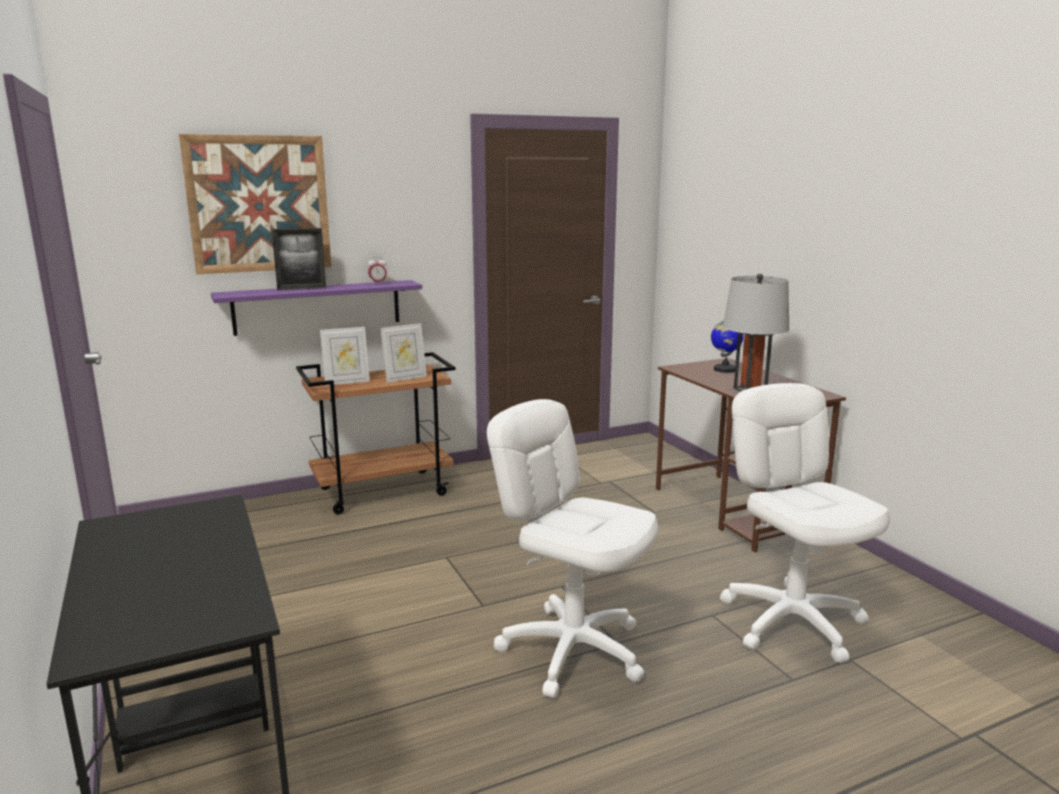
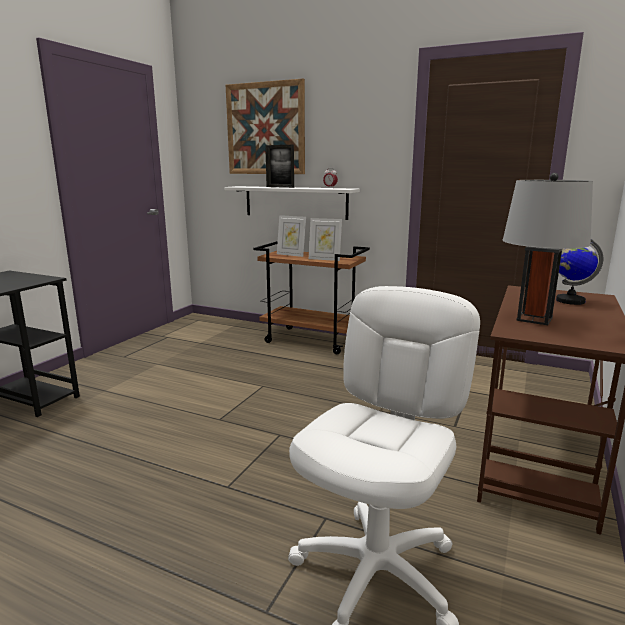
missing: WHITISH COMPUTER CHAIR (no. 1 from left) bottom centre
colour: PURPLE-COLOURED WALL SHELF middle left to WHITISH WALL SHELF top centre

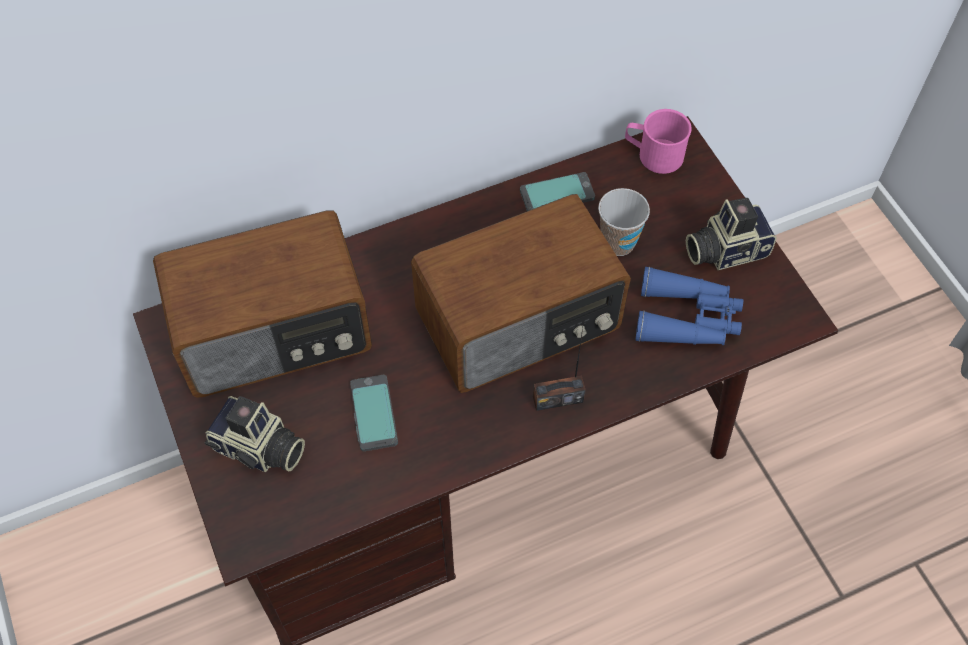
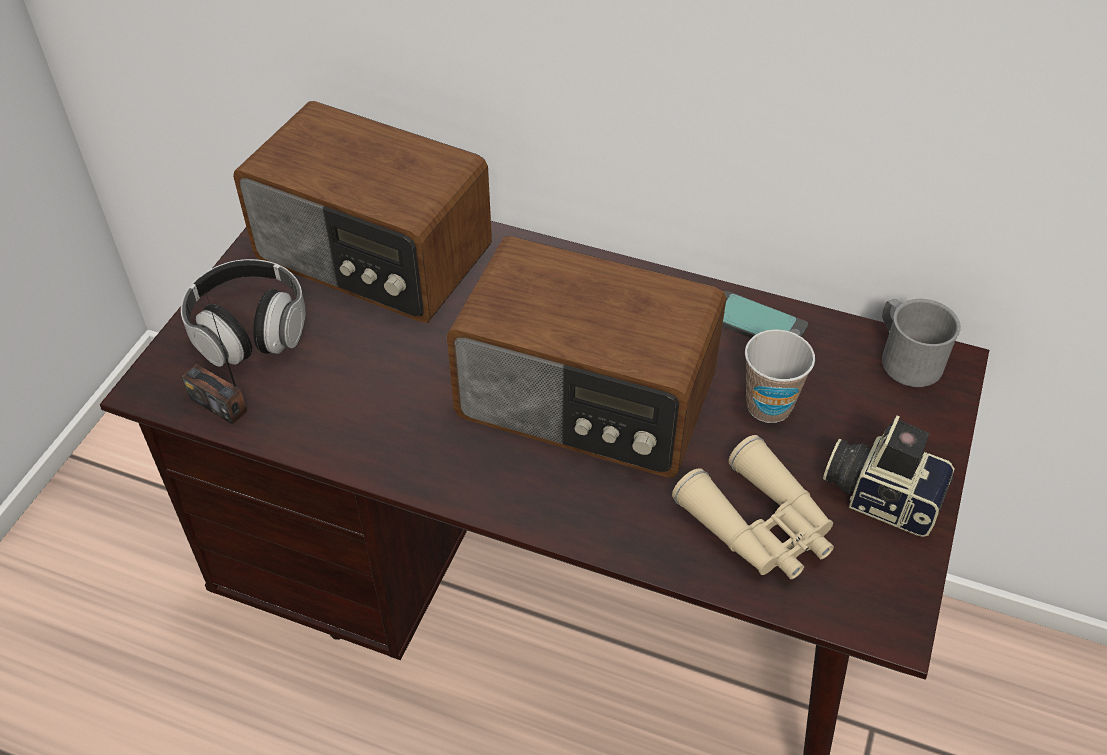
missing: PHONE (no. 1 from left) centre
relocated: RADIO SET (no. 3 from left in the first image) centre to RADIO SET (no. 1 from left) middle left
exchanged: PHOTO CAMERA (no. 1 from left) bottom left to HEADPHONES middle left
colour: PINK-COLOURED COFFEE MUG top right to GREYISH COFFEE MUG middle right; BLUE FIELD GLASSES middle right to SAND-COLOURED FIELD GLASSES bottom right

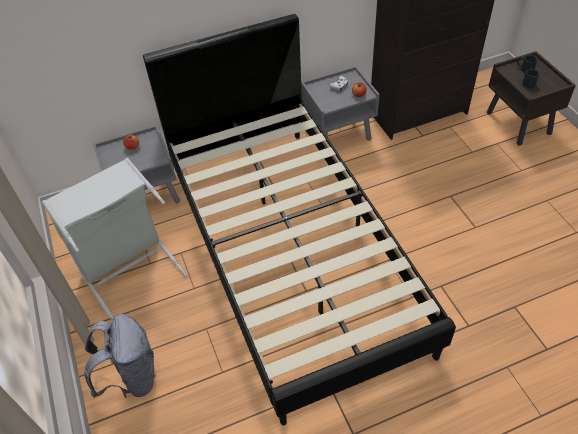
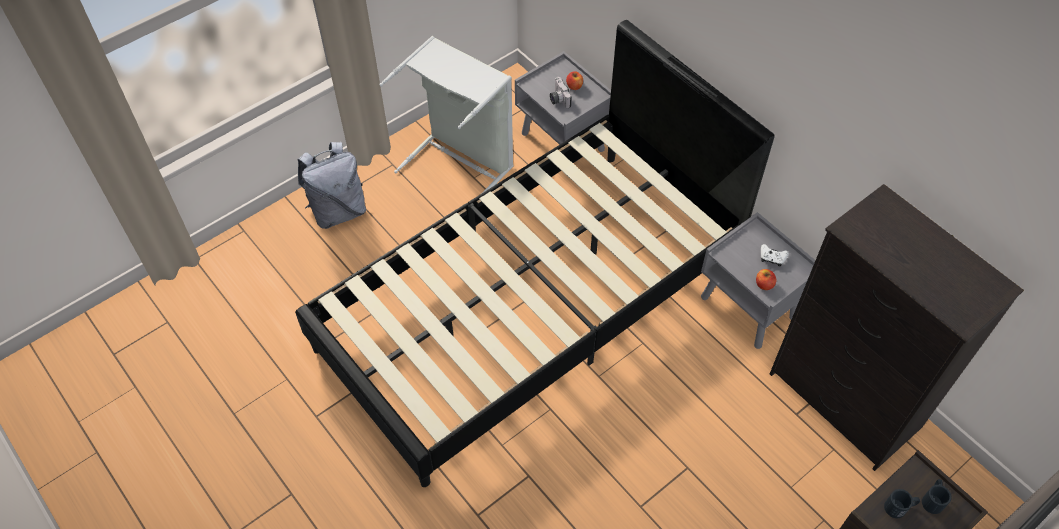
appeared: PHOTO CAMERA top centre

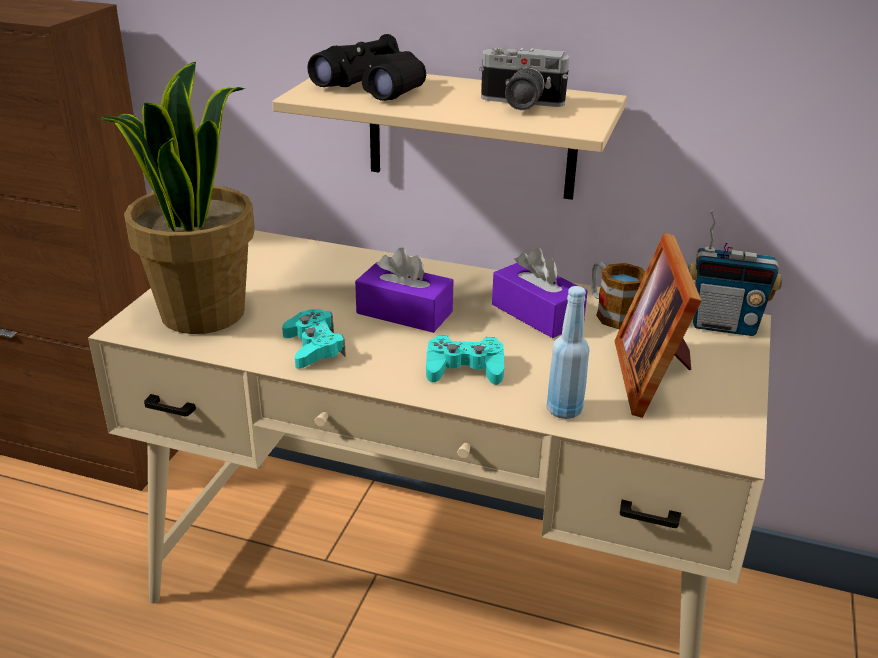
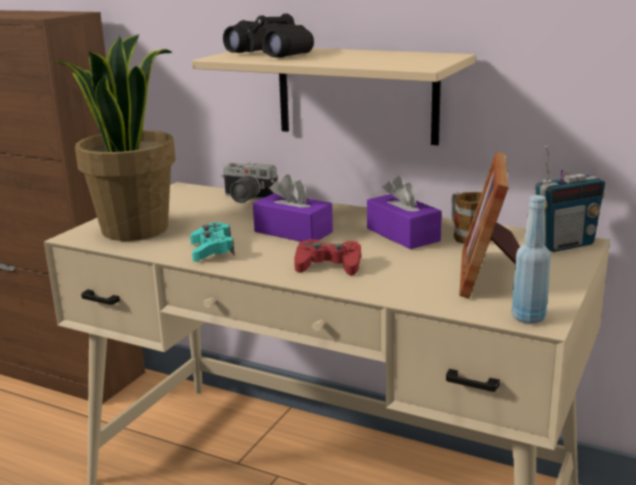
relocated: PHOTO CAMERA top centre to centre; BLUE BEVERAGE BOTTLE centre to middle right
colour: TURQUOISE JOYPAD (no. 2 from left) centre to RED JOYPAD centre
spun: RADIO SET middle right = middle right 45 degrees counterclockwise

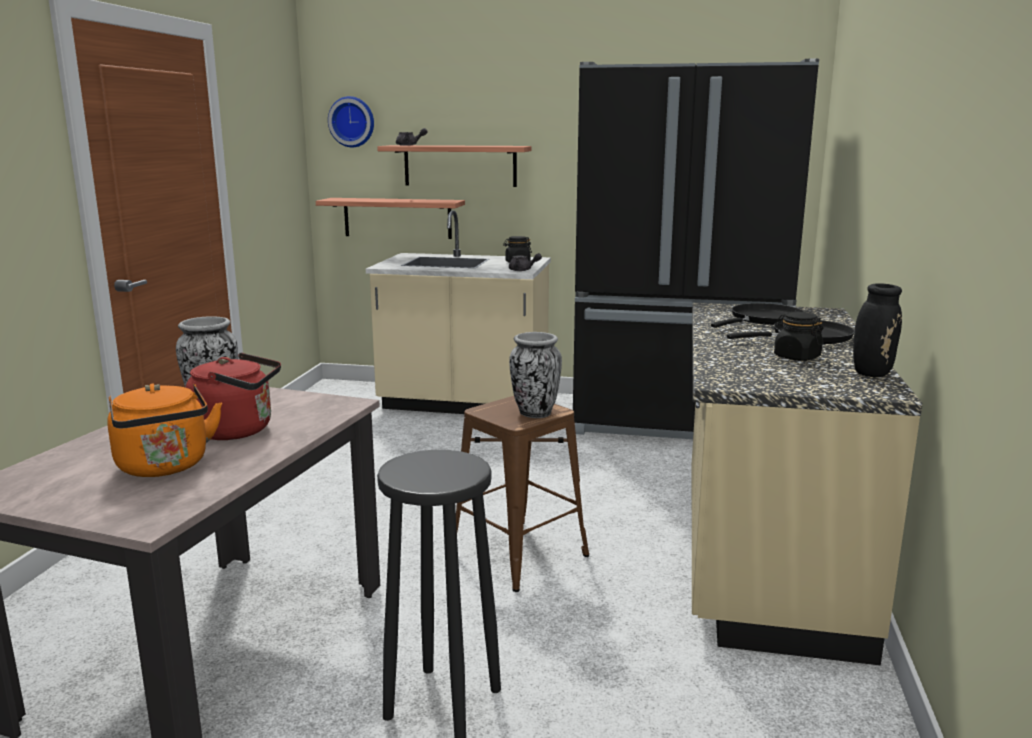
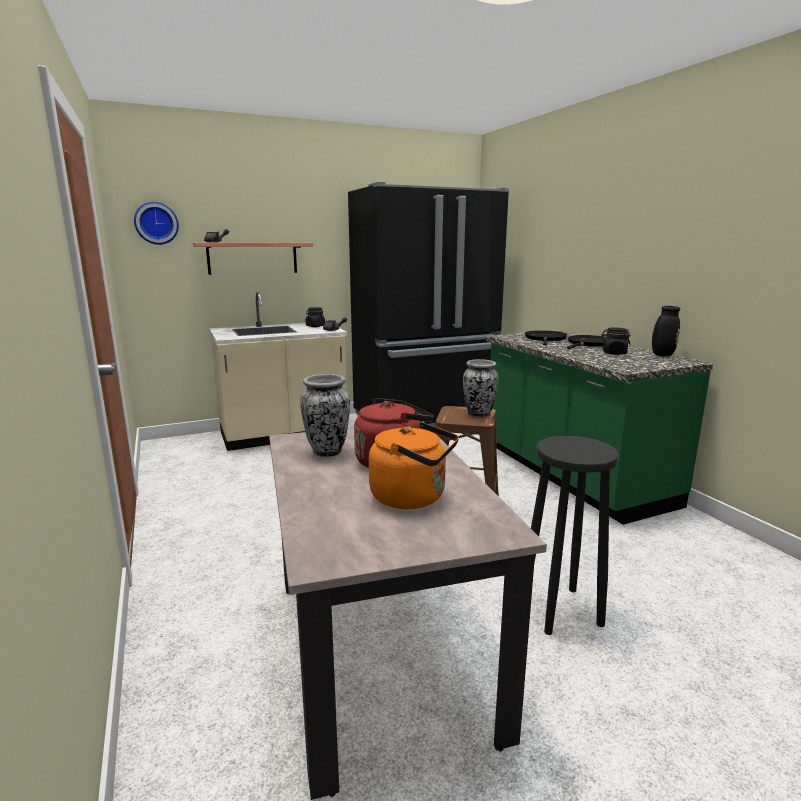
missing: WALL SHELF (no. 1 from left) top centre
colour: SAND-COLOURED COUNTER (no. 2 from left) middle right to GREENISH COUNTER middle right

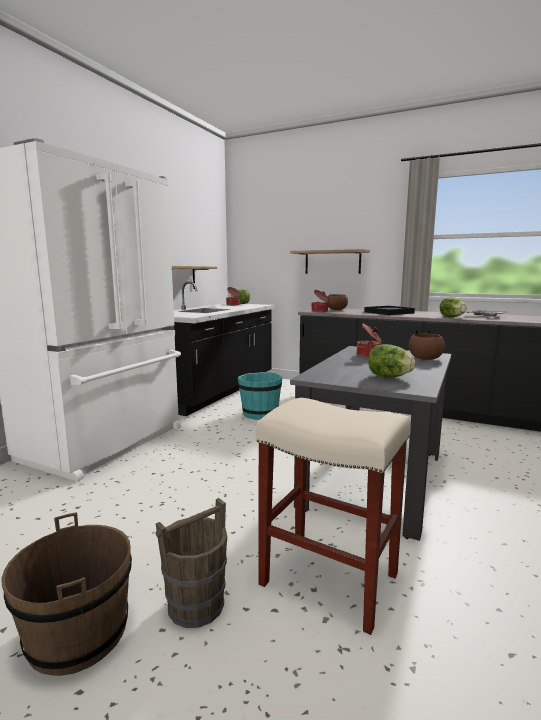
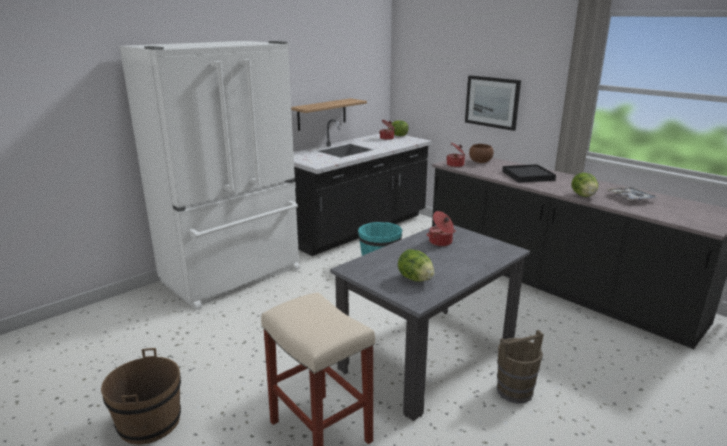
missing: BROWN-COLOURED DEEP DISH (no. 2 from left) middle right
relocated: BROWN-COLOURED PAIL (no. 2 from left) bottom centre to bottom right
exchanged: WALL SHELF (no. 2 from left) centre to WALL ART top right

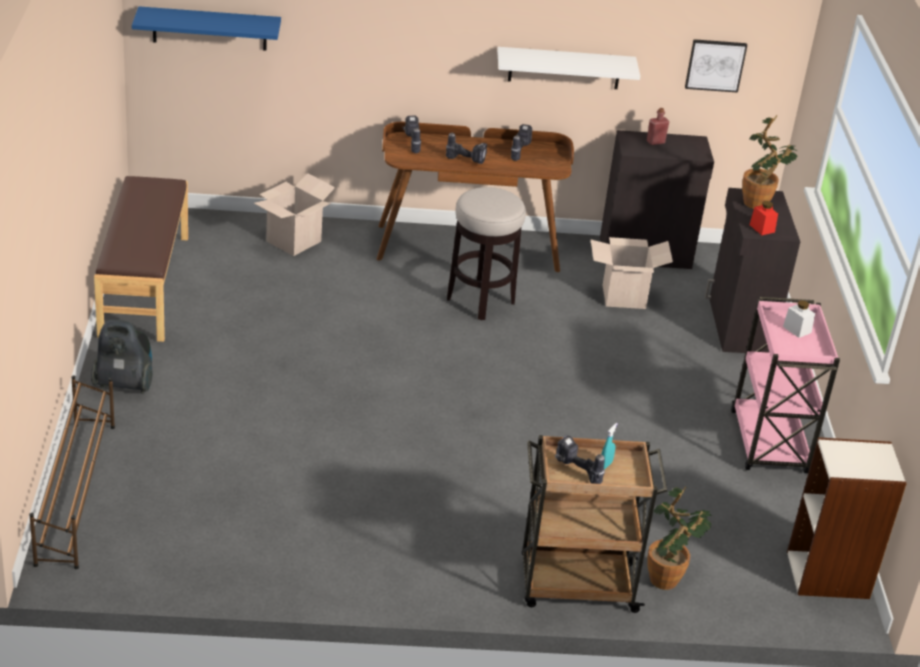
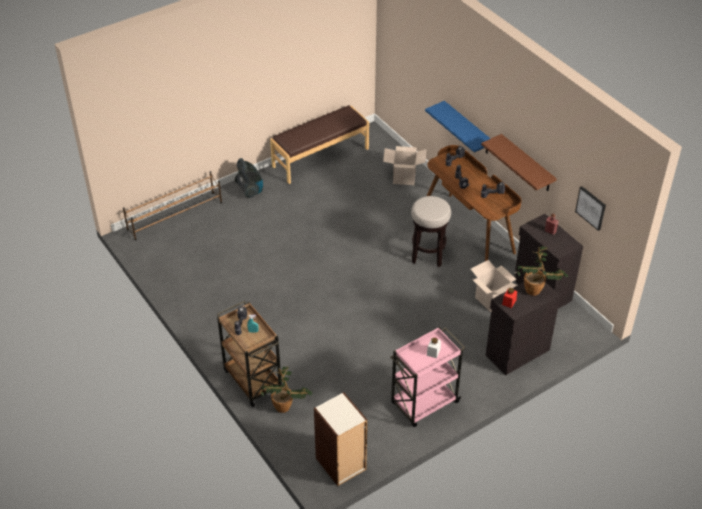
relocated: BLUE WALL SHELF top left to top centre
colour: WHITISH WALL SHELF top centre to BROWN-COLOURED WALL SHELF top right

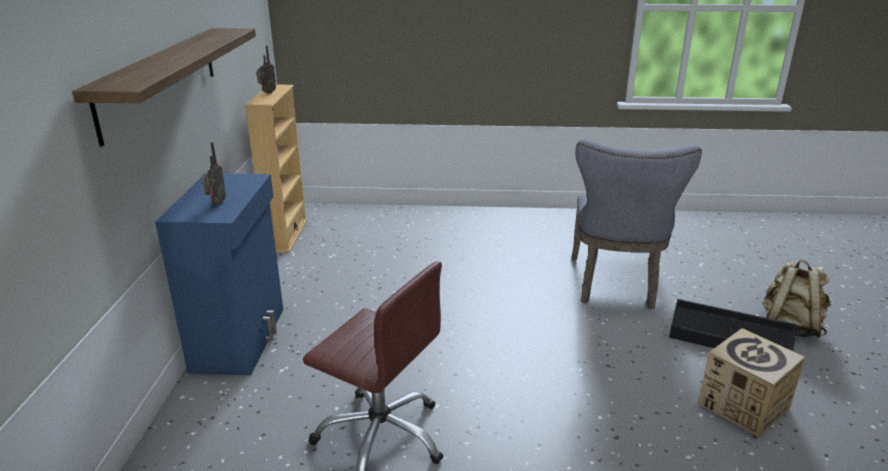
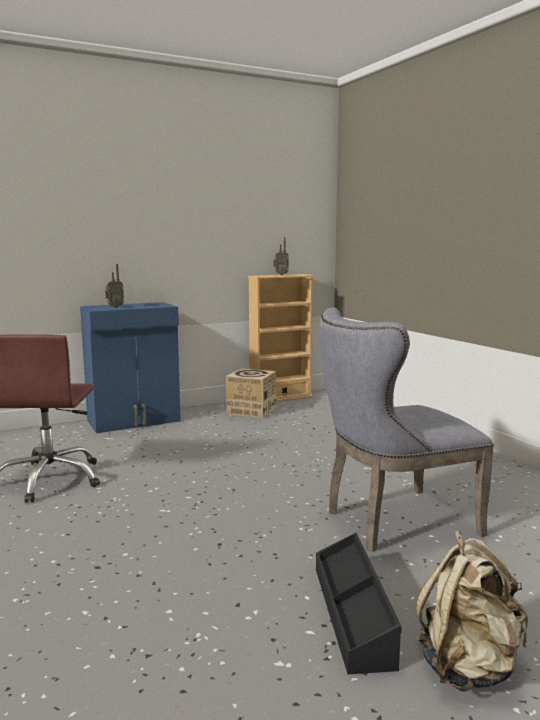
missing: WALL SHELF top left
relocated: PACKING BOX bottom right to centre

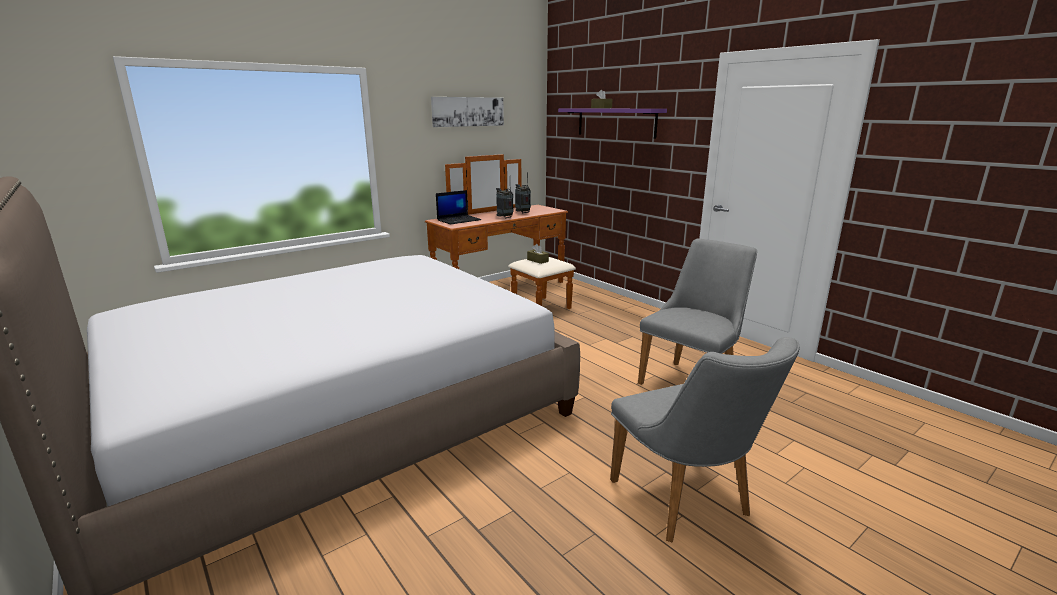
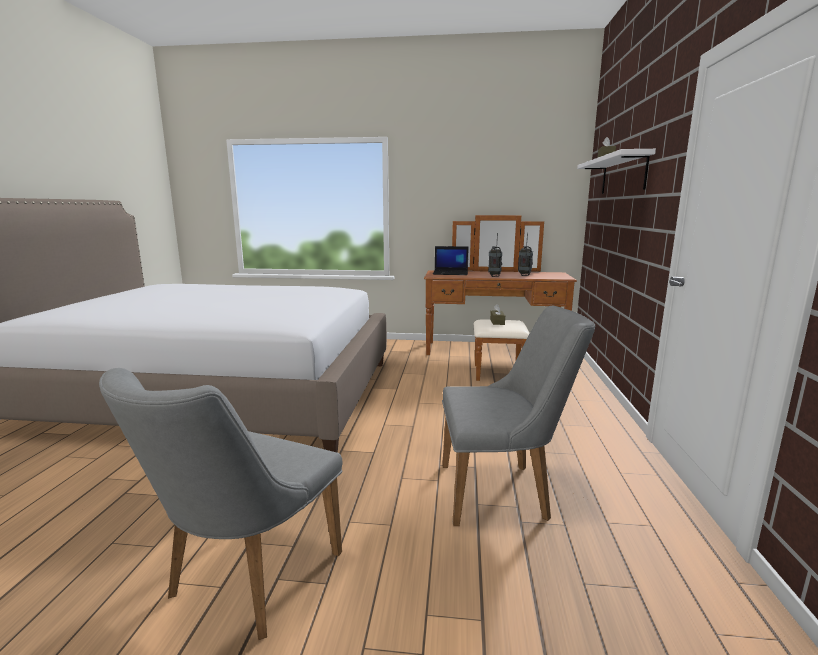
missing: WALL ART top centre
colour: PURPLE-COLOURED WALL SHELF top centre to WHITISH WALL SHELF top right

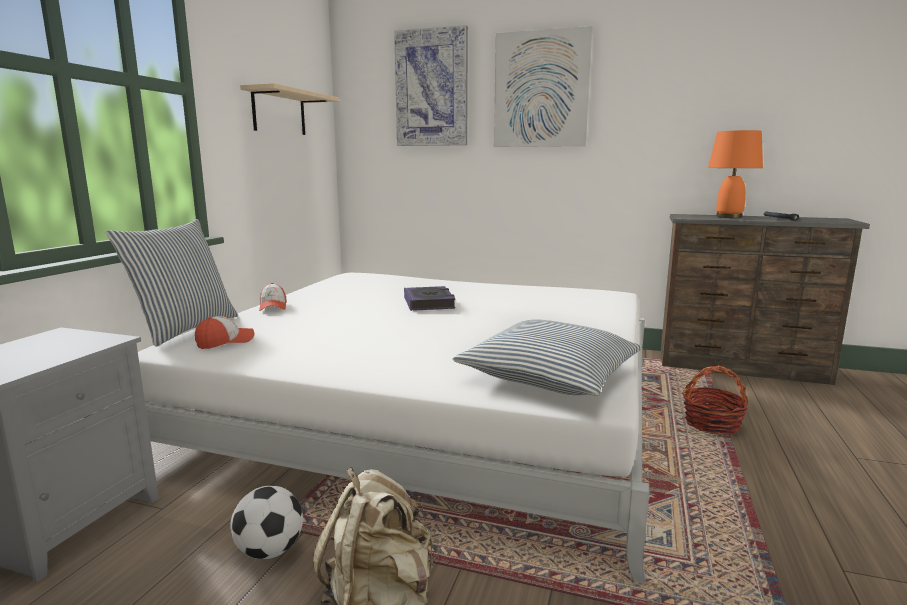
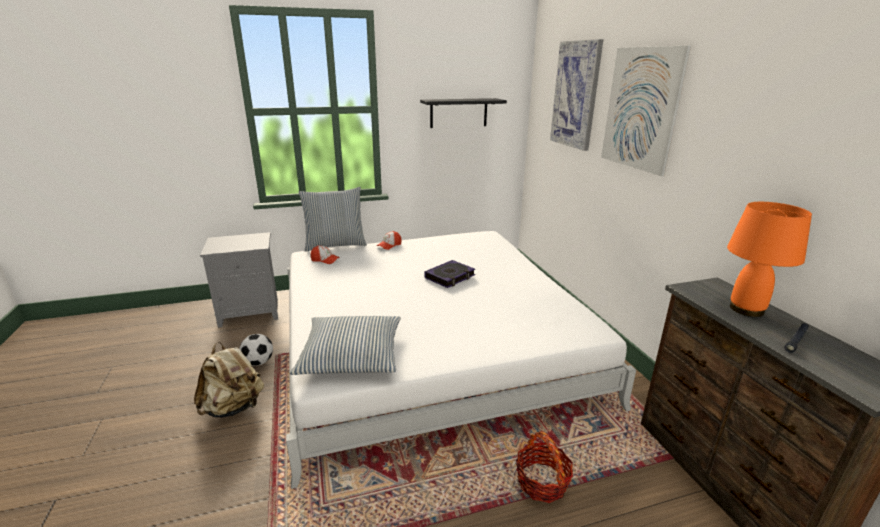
colour: SAND-COLOURED WALL SHELF top left to BLACKISH WALL SHELF top centre

